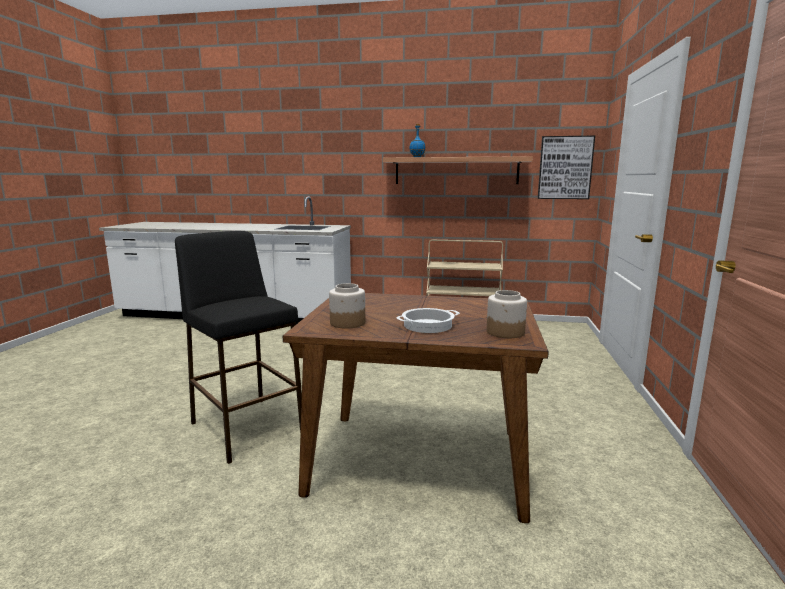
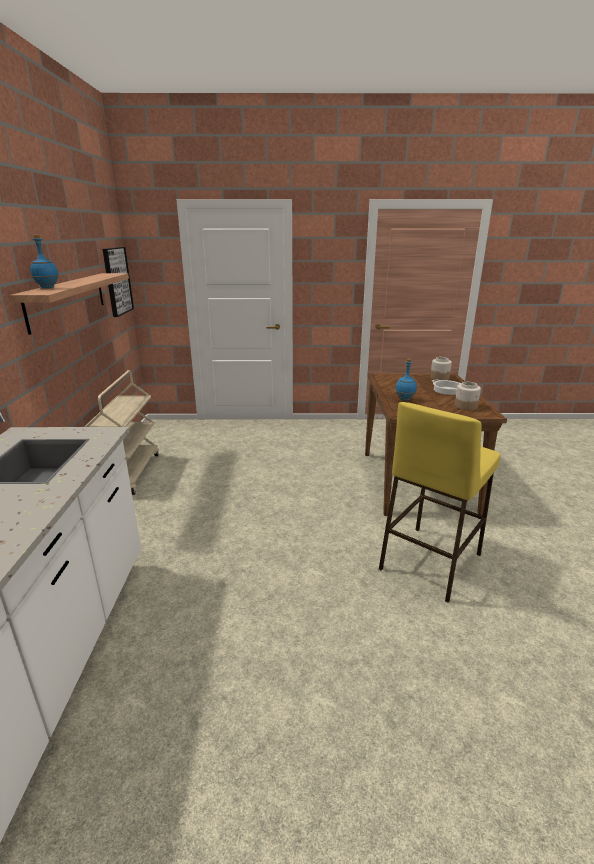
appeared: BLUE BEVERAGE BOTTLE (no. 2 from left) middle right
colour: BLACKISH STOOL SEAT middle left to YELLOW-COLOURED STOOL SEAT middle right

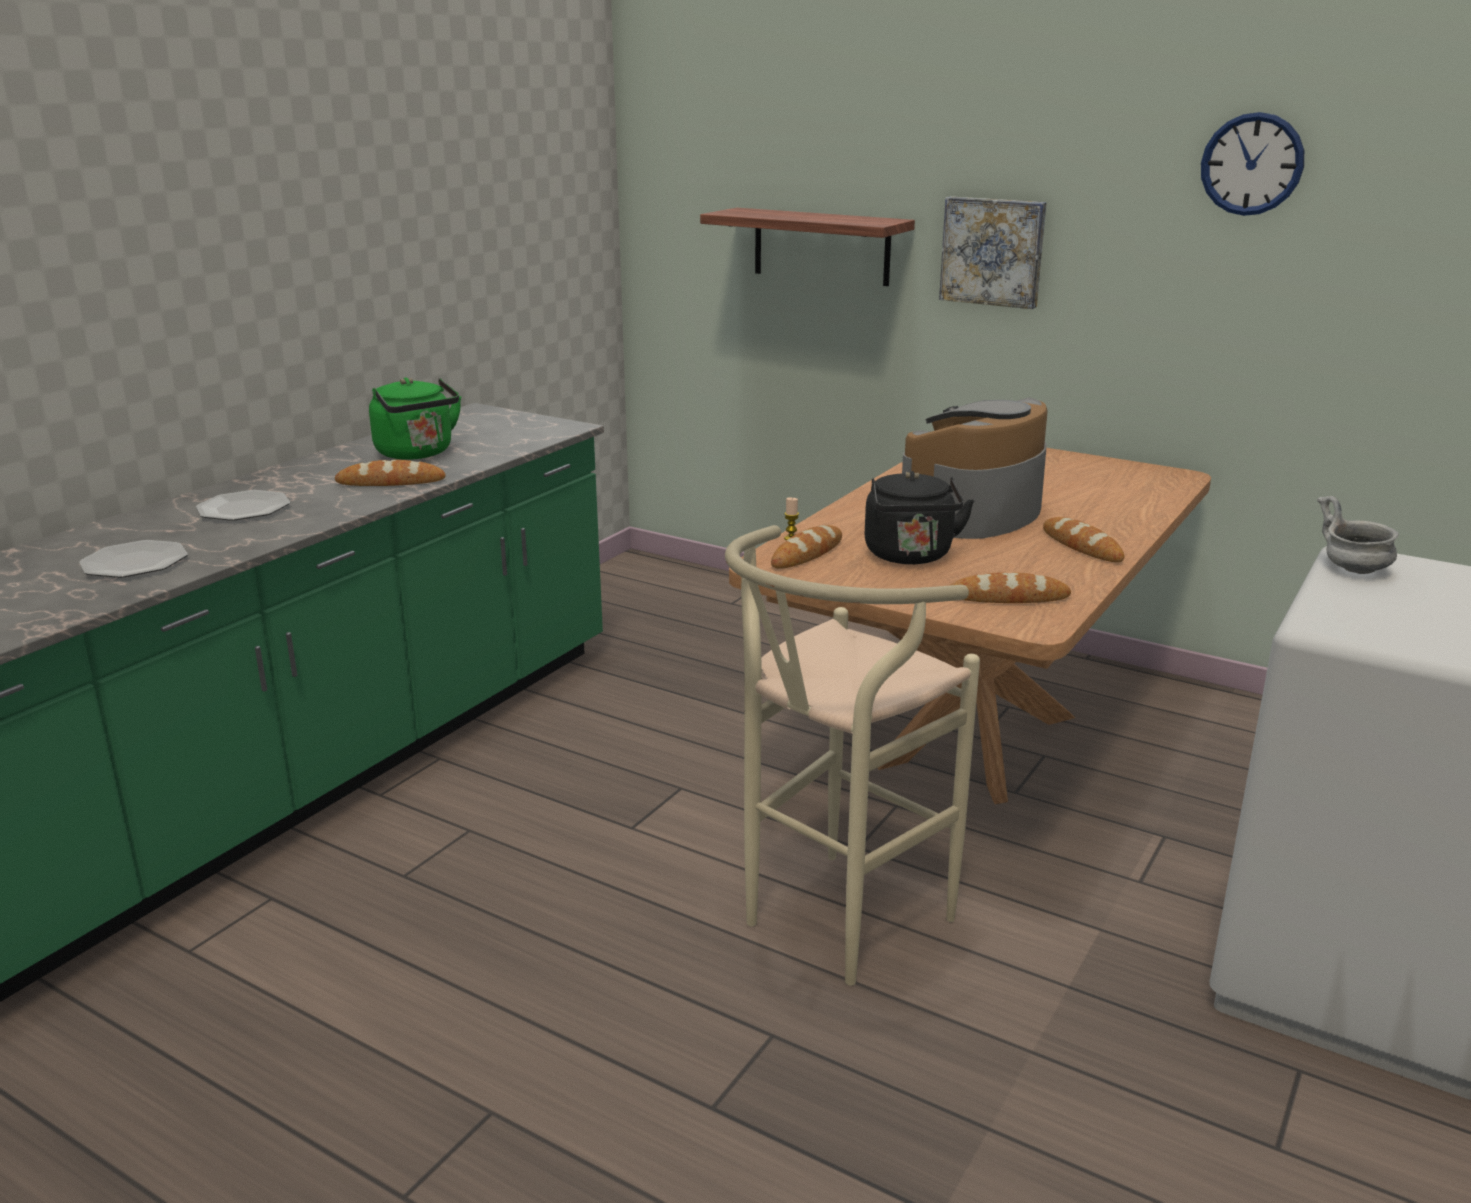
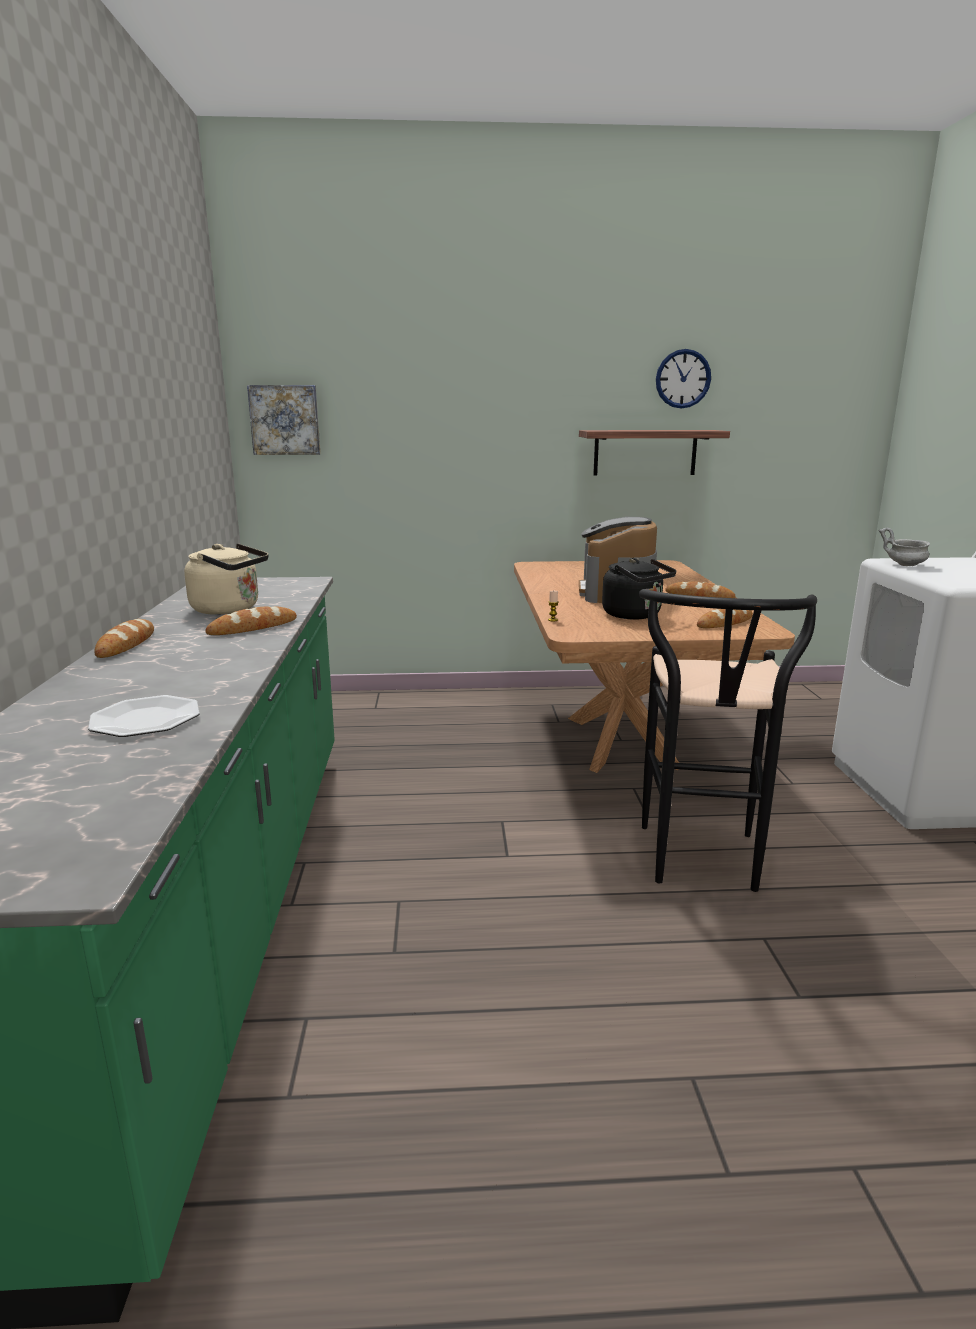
missing: FLAT DISH (no. 2 from left) middle left
relocated: WALL SHELF top centre to middle right; BREAD (no. 2 from left in the first image) centre to BREAD (no. 1 from left) middle left; WALL ART top right to top left
colour: GREENISH WATER KETTLE middle left to SAND-COLOURED WATER KETTLE middle left; SAND-COLOURED STOOL SEAT centre to BLACKISH STOOL SEAT middle right

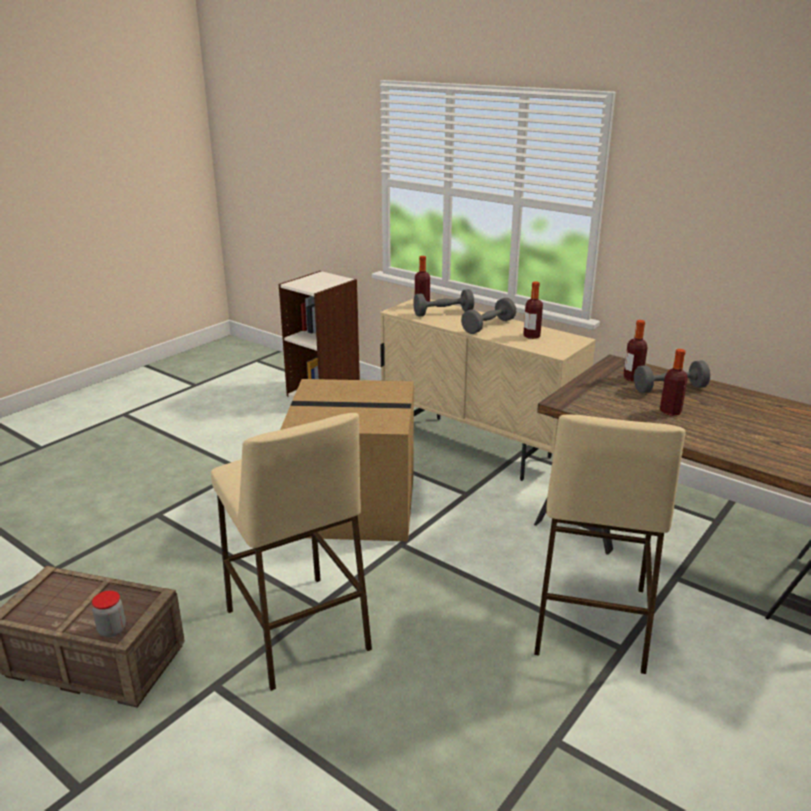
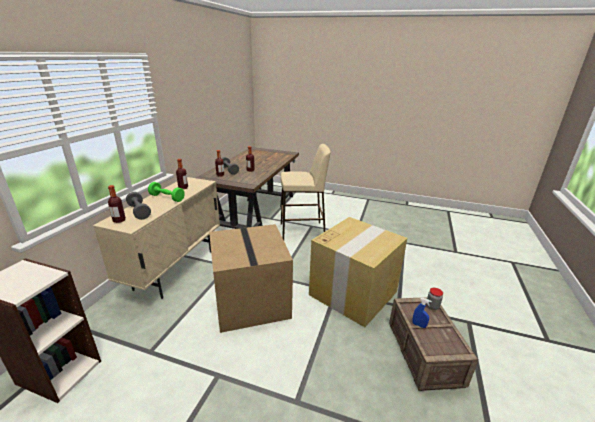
appeared: BLUE SPRAYER bottom right
exchanged: SAND-COLOURED STOOL SEAT (no. 1 from left) bottom centre to PACKING BOX (no. 2 from left) centre
colour: GREYISH DUMBBELL (no. 2 from left) centre to GREENISH DUMBBELL middle left

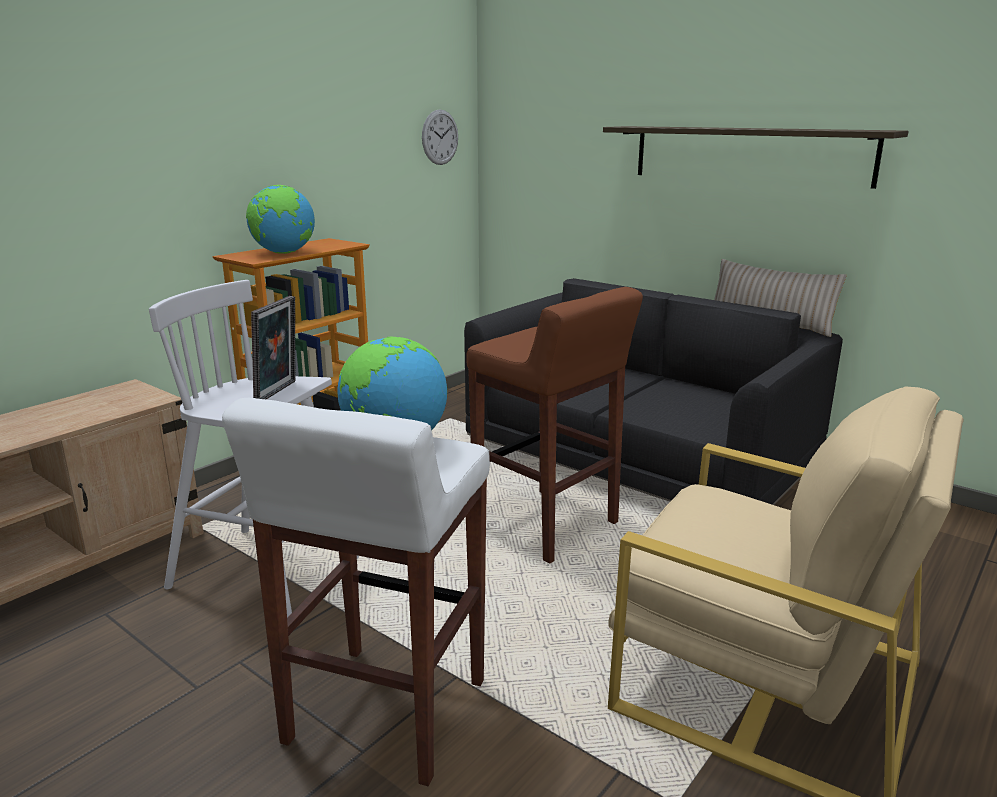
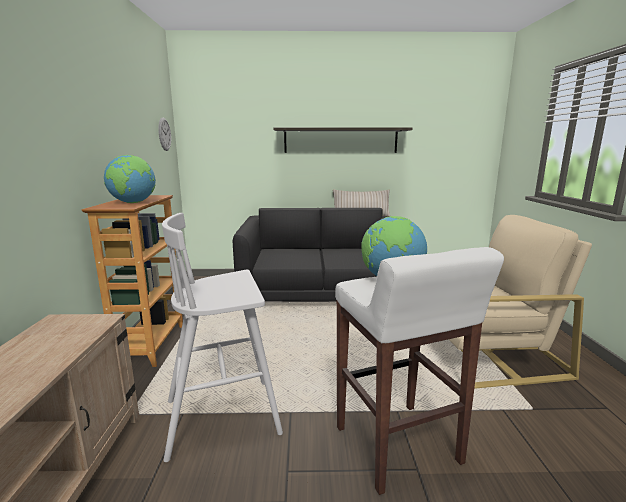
missing: PICTURE FRAME middle left; BROWN-COLOURED STOOL SEAT centre

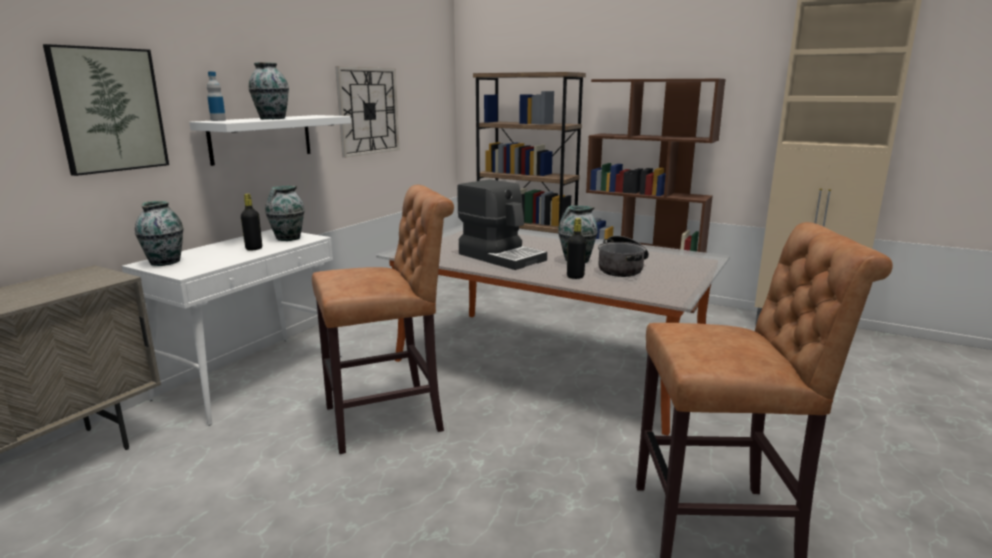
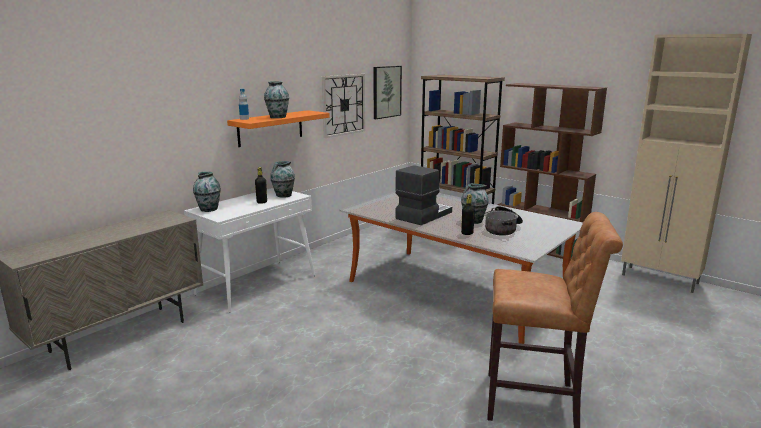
missing: BROWN-COLOURED STOOL SEAT (no. 1 from left) centre
relocated: WALL ART top left to top centre
colour: WHITISH WALL SHELF top left to ORANGEY WALL SHELF top centre
spun: COFFEE MAKER centre = centre 105 degrees counterclockwise

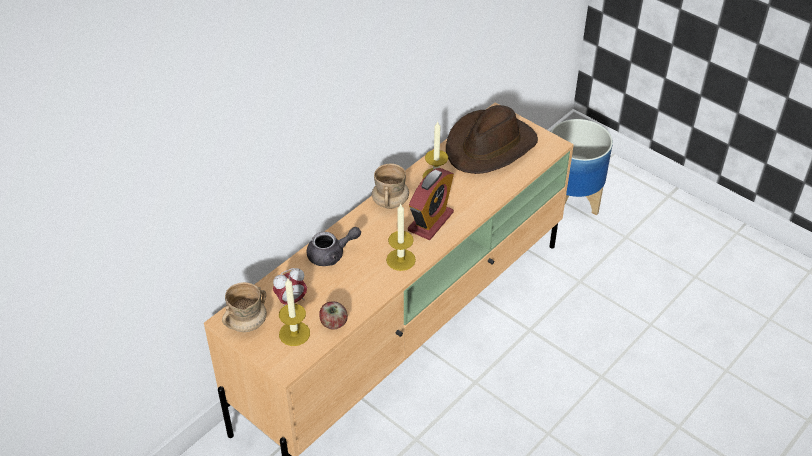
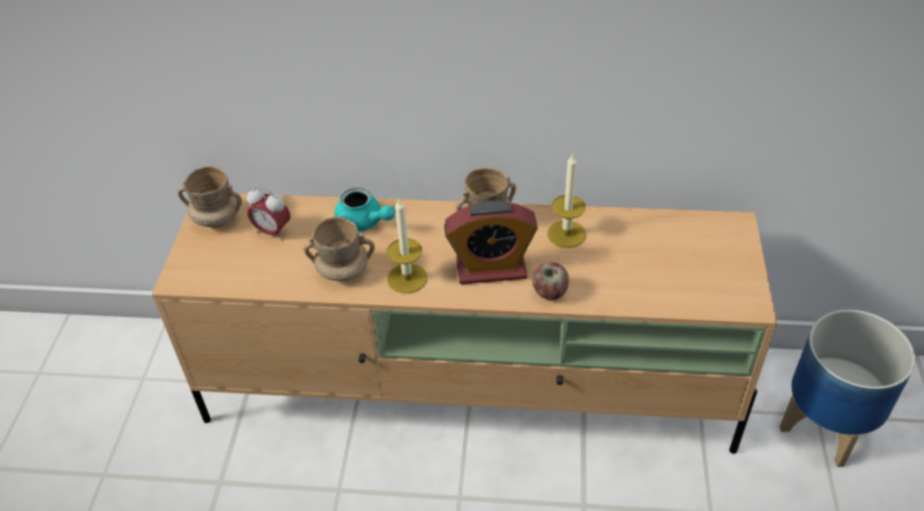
missing: WAX CANDLE (no. 1 from left) bottom centre; BROWN-COLOURED WEARABLE HAT top centre
appeared: SAND-COLOURED COFFEE MUG (no. 2 from left) centre
relocated: APPLE bottom centre to centre
colour: GREYISH POT FOR TEA centre to TURQUOISE POT FOR TEA centre

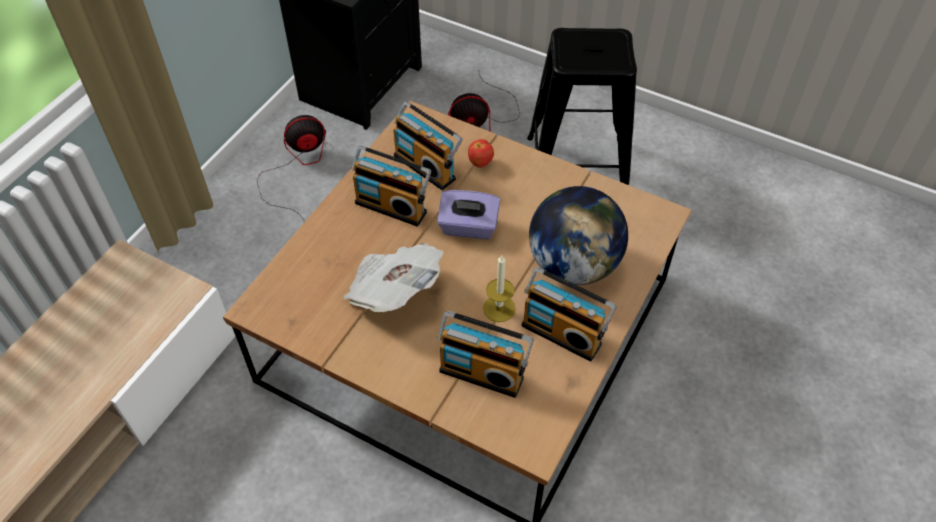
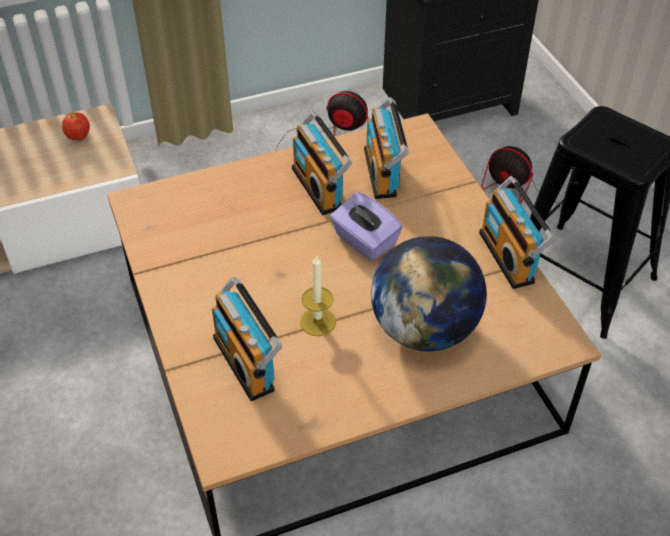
missing: PRINTED PAPER centre
relocated: APPLE top centre to top left; RADIO SET (no. 4 from left) centre to middle right

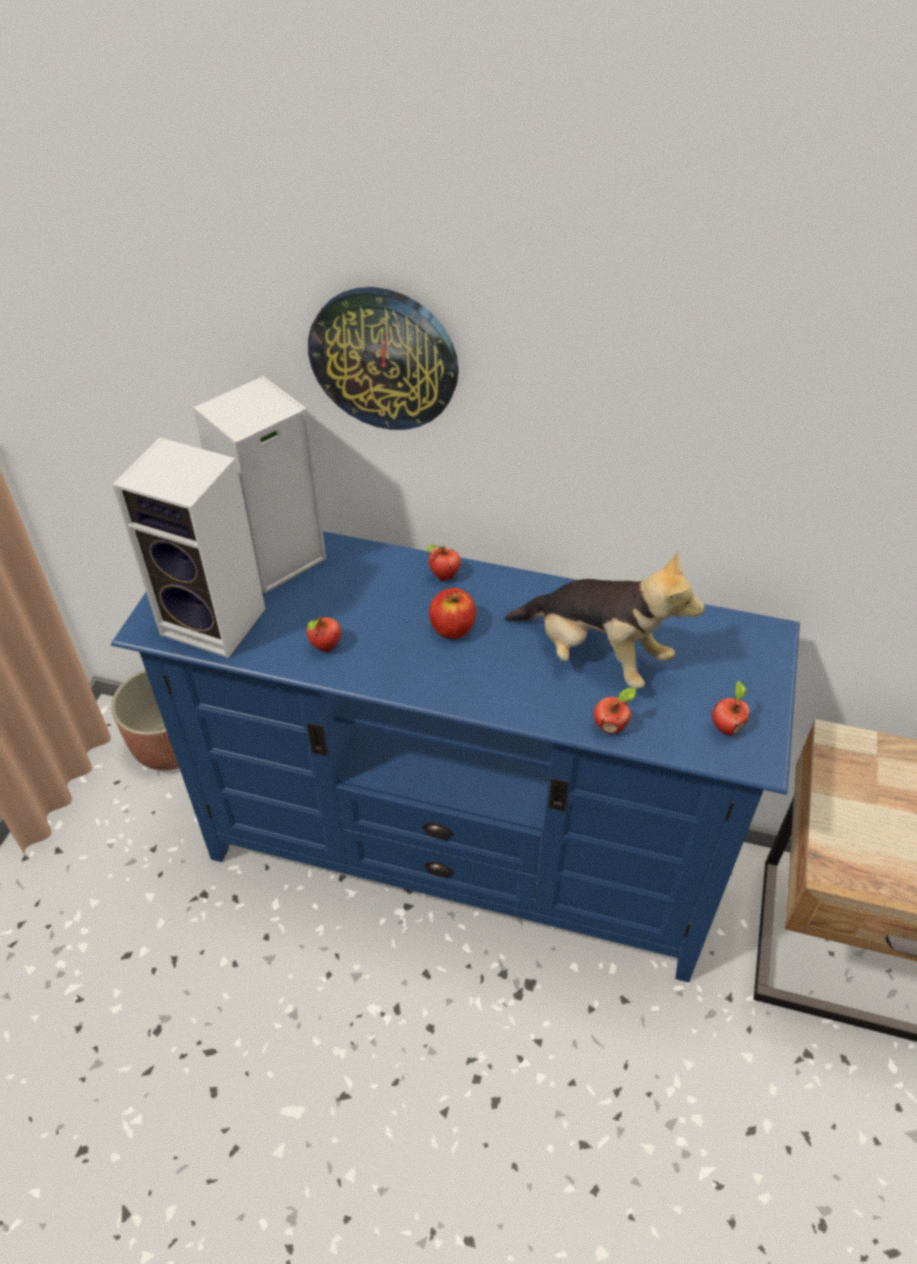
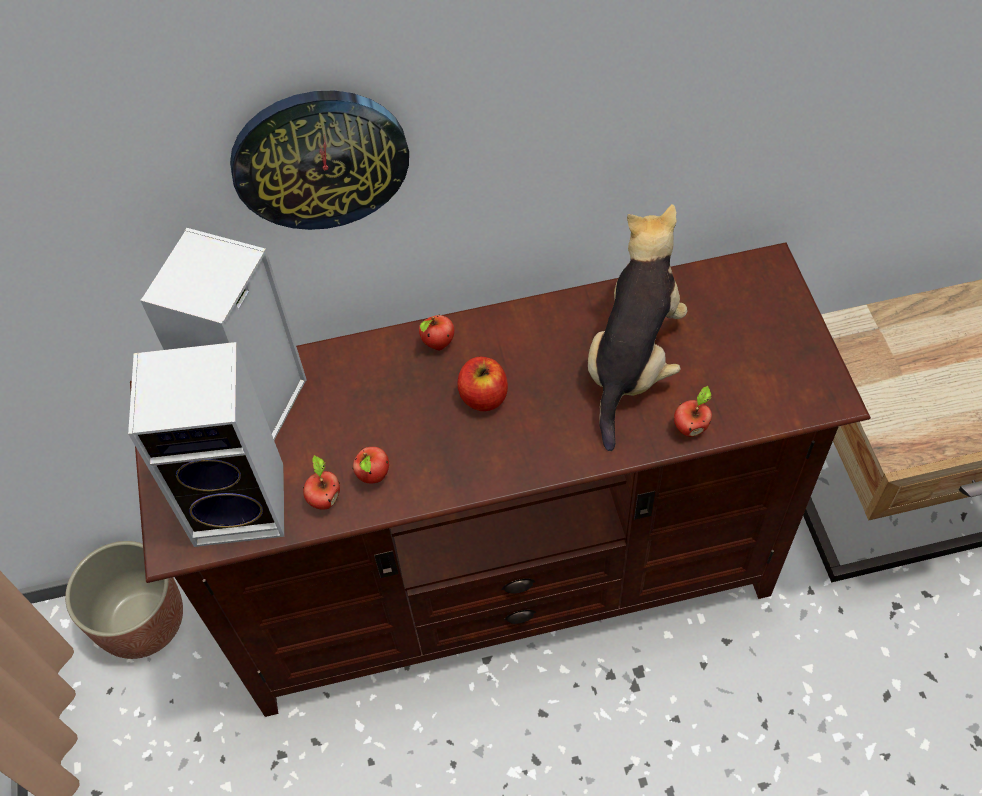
relocated: APPLE (no. 5 from left in the first image) middle right to APPLE (no. 1 from left) middle left
colour: BLUE MEDIA CONSOLE centre to BROWN-COLOURED MEDIA CONSOLE centre
spun: PLUSH TOY centre = centre 75 degrees counterclockwise

